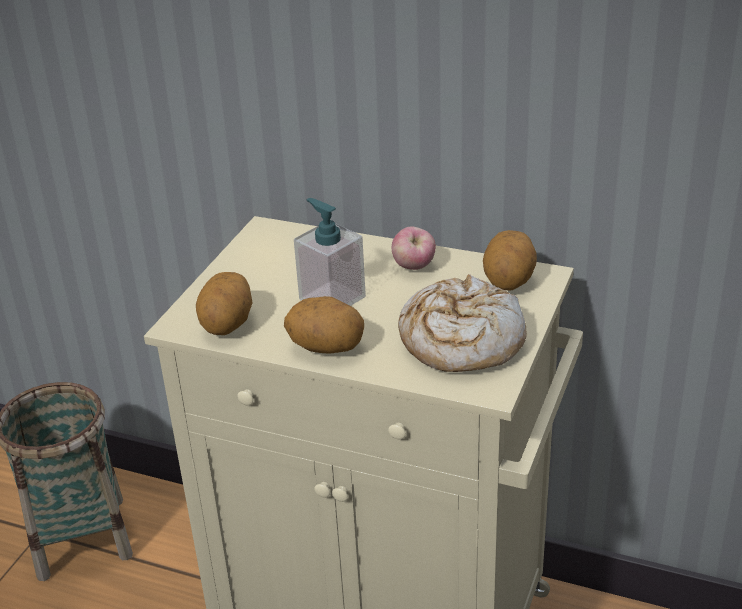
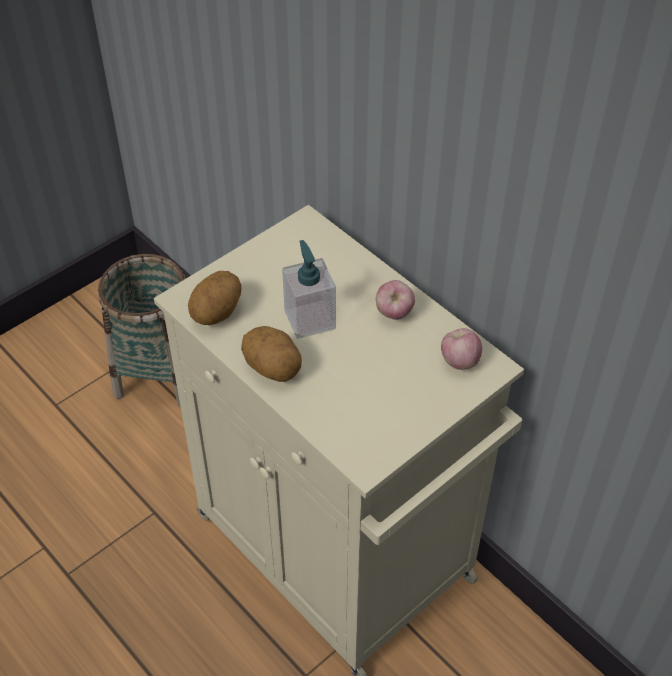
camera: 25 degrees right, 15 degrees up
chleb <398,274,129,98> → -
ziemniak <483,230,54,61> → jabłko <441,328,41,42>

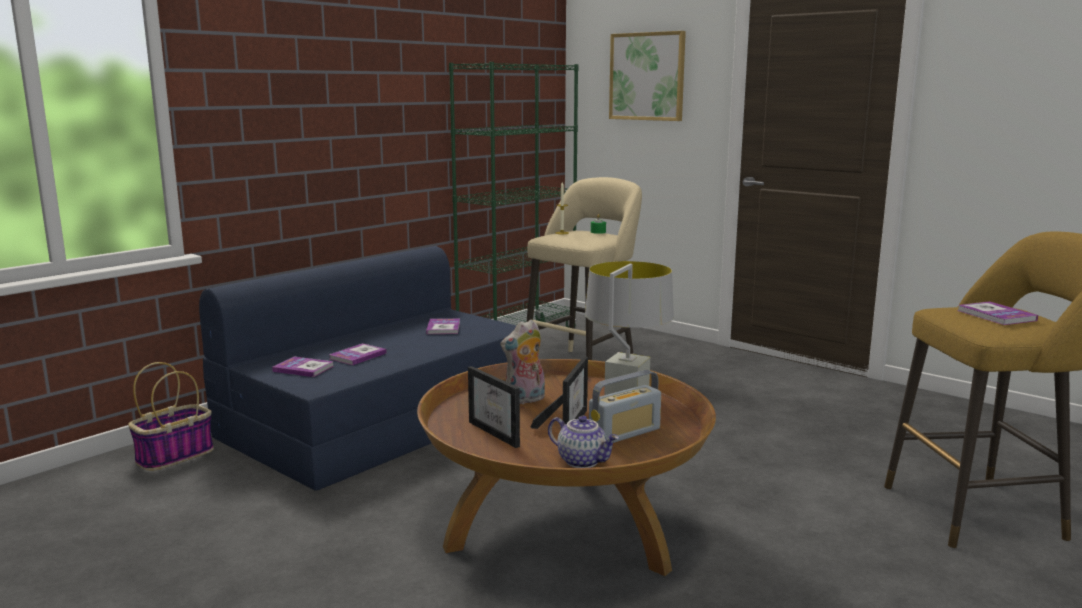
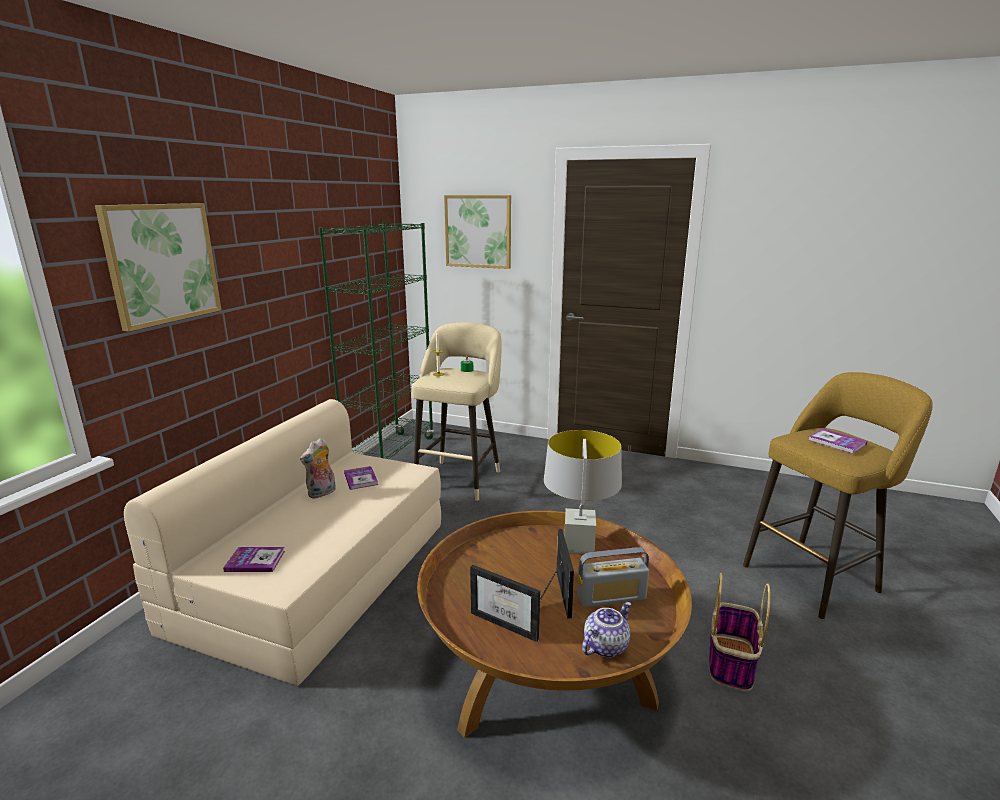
camera: 20 degrees left, 5 degrees up
koszyk <128,362,86,109> → koszyk <709,573,61,118>, moved
kanapa/niebieski <199,246,318,245> → kanapa/beżowy <124,399,317,287>
książka <329,343,58,22> → -
pluszak <500,319,45,85> → pluszak <300,438,36,61>, moved
imbryk <548,416,71,52> → imbryk <582,602,49,56>, 60 degrees counterclockwise
radio <589,370,72,73> → radio <577,547,72,60>, 45 degrees clockwise
- → obraz <95,203,126,129>

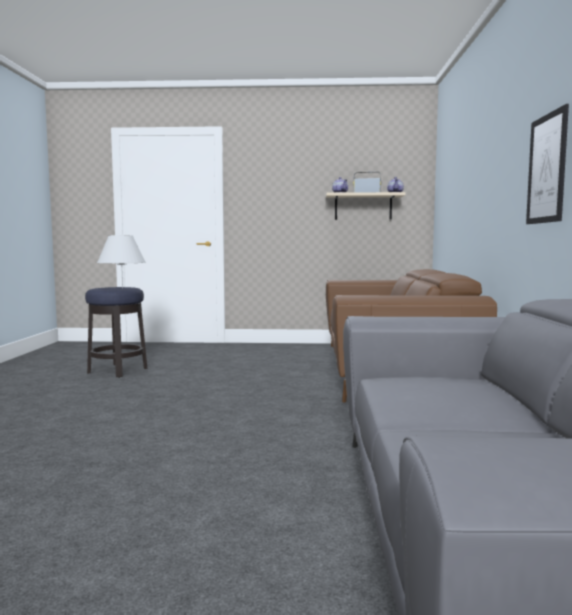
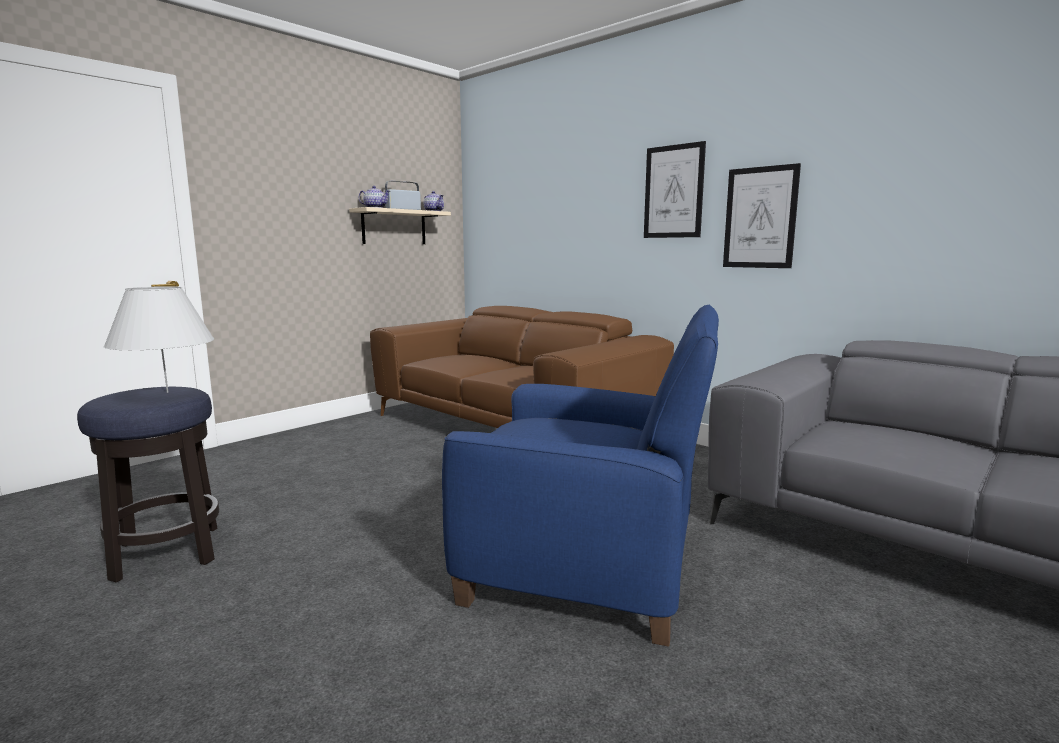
camera: 50 degrees left, 5 degrees up
- → fotel/niebieski <442,304,277,343>
- → obraz <644,141,62,97>

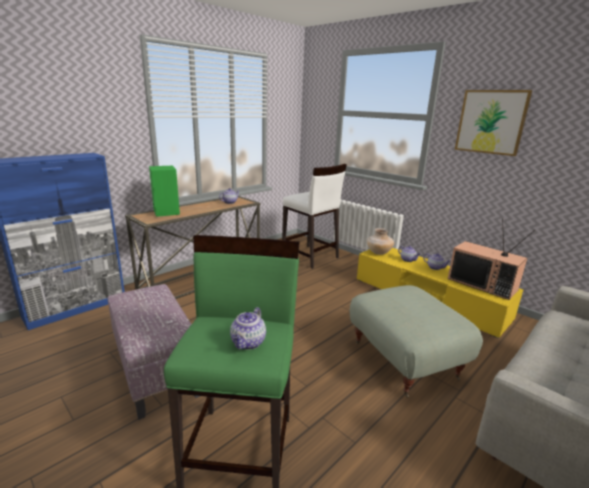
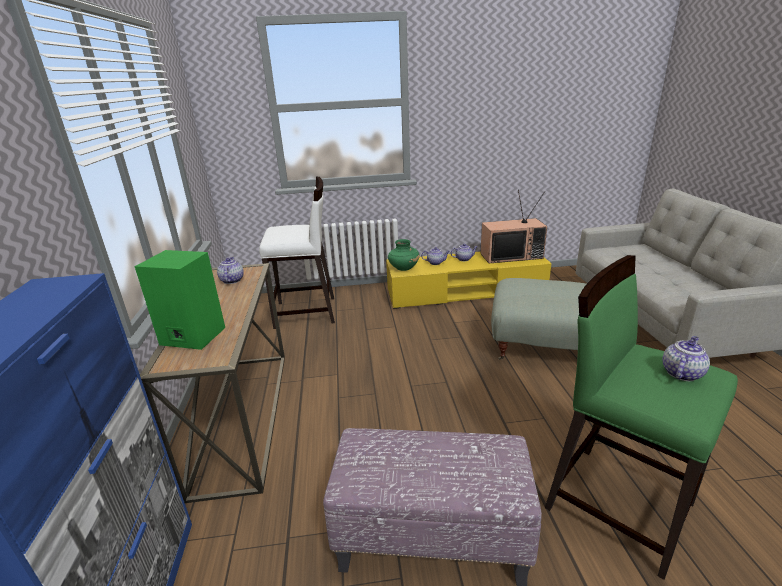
camera: 50 degrees left, 5 degrees up
imbryk <230,307,36,43> → imbryk <662,336,48,45>, 105 degrees counterclockwise
wazon/beżowy <367,228,27,27> → wazon/zielony <388,239,32,32>
obraz <455,90,78,66> → -

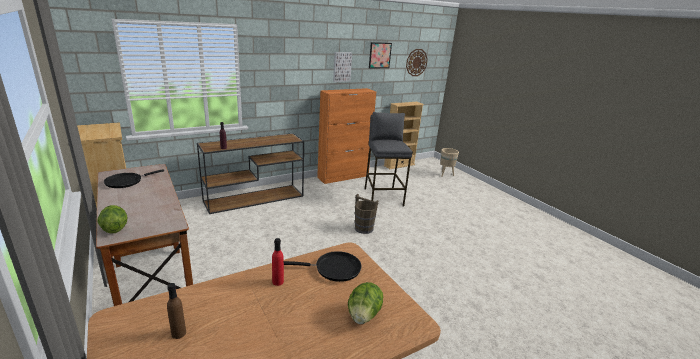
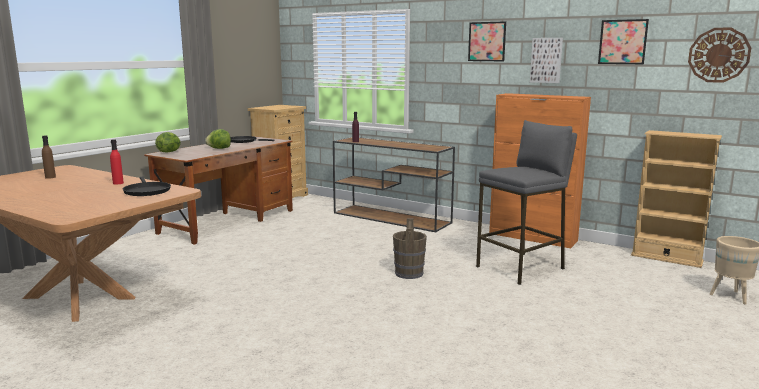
camera: 65 degrees right, 10 degrees down
sałata <348,282,35,42> → sałata <205,129,26,20>, moved
- → obraz <468,21,38,40>

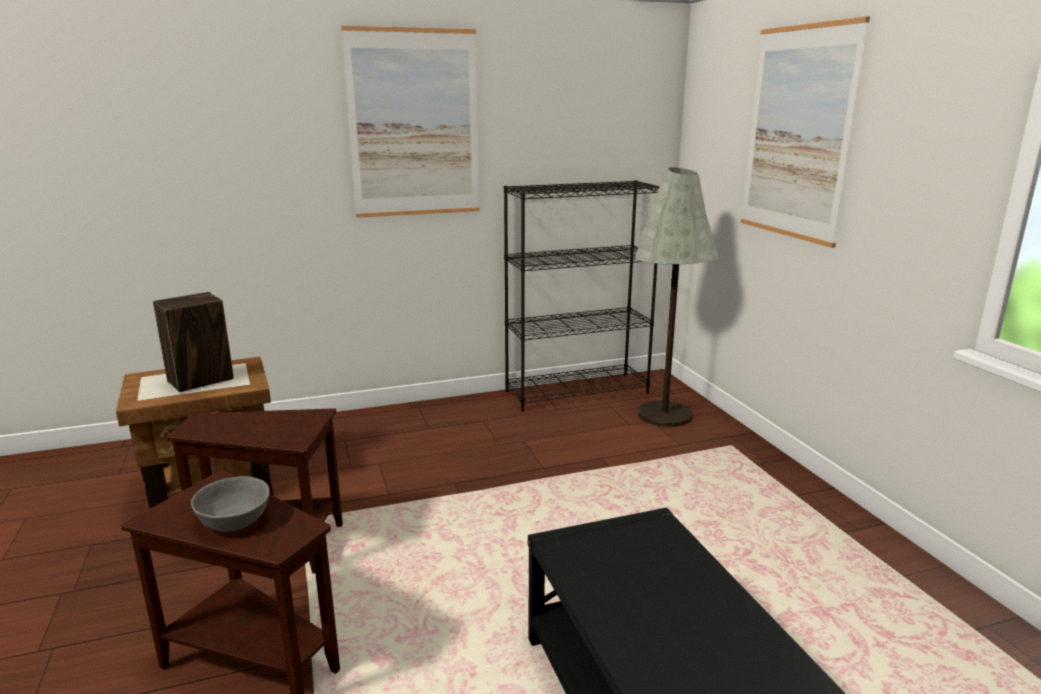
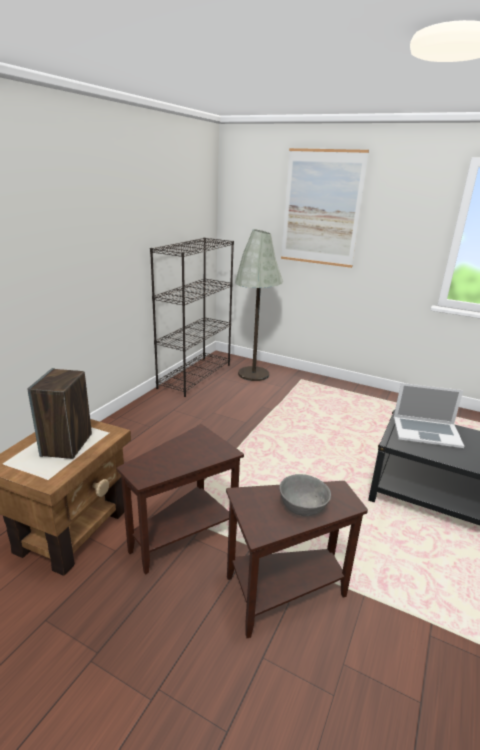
camera: 45 degrees left, 5 degrees up
obraz <341,26,138,192> → -
- → laptop <394,383,70,65>

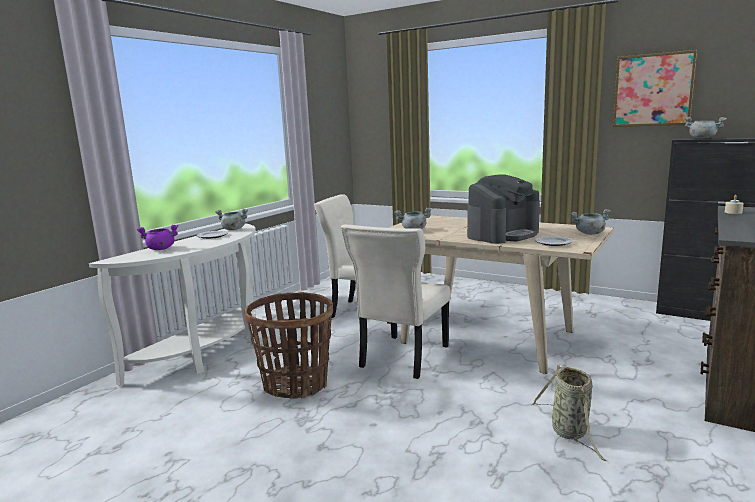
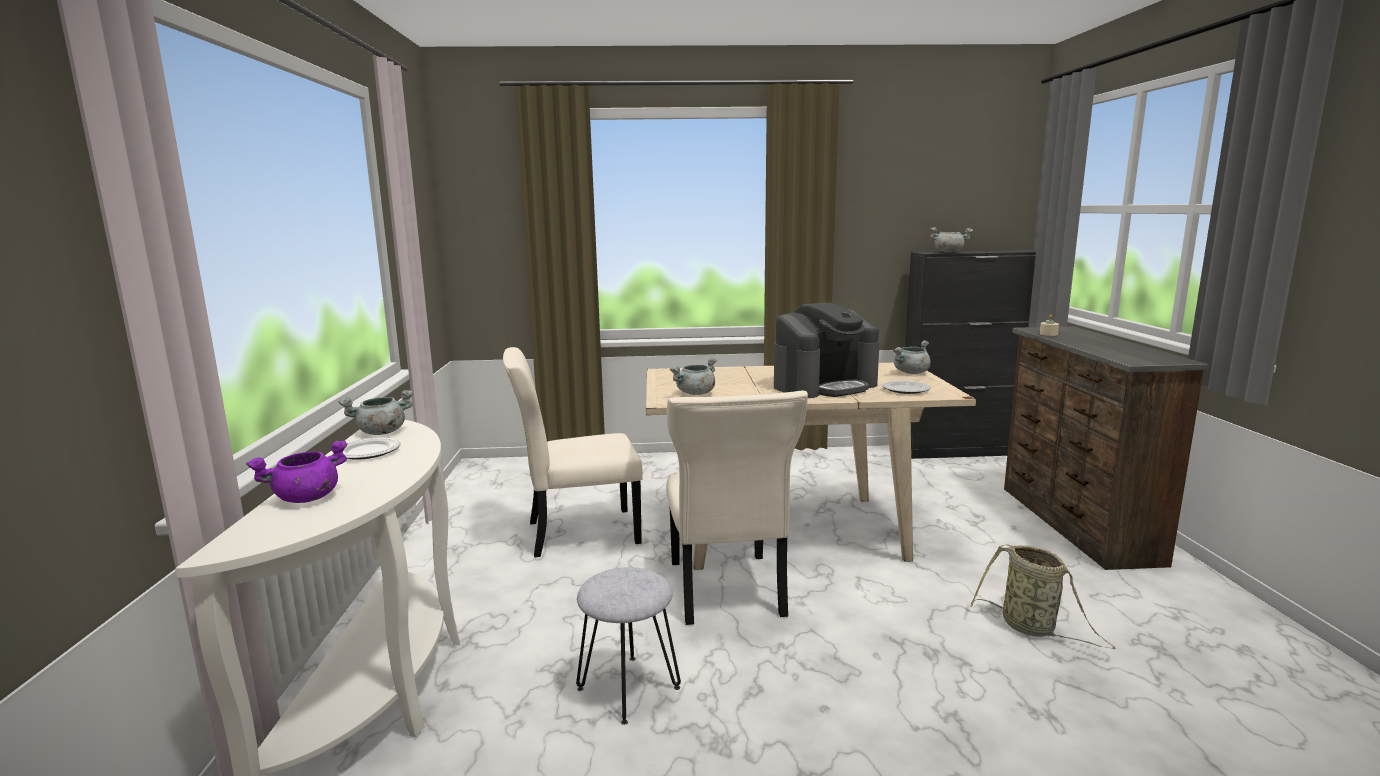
camera: 35 degrees left, 0 degrees up
koszyk <245,292,88,107> → stołek/szary <576,567,105,158>
ekspres do kawy <467,174,73,70> → ekspres do kawy <774,303,106,95>, 45 degrees clockwise
obraz <613,50,84,77> → -

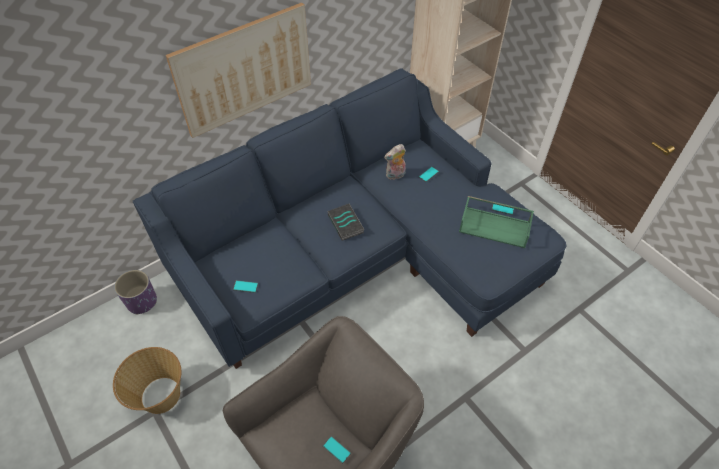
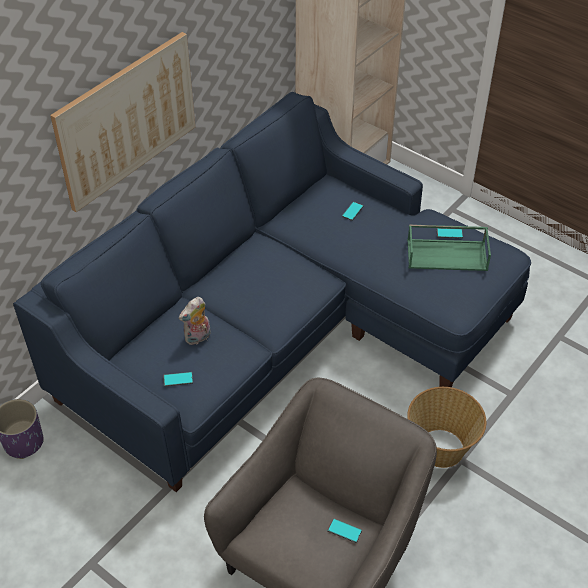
camera: 15 degrees left, 5 degrees down
koszyk <113,347,68,67> → koszyk <407,387,79,81>, moved
książka <328,204,36,37> → -
pluszak <384,144,22,36> → pluszak <179,297,32,48>, moved

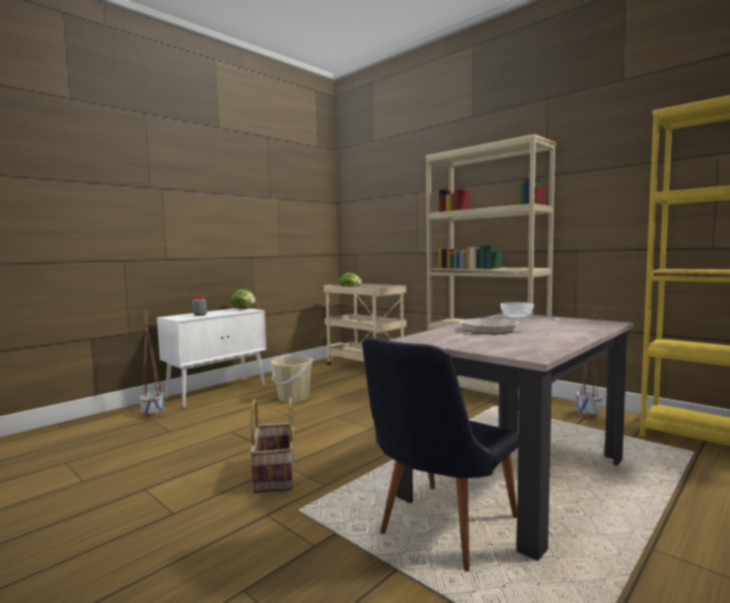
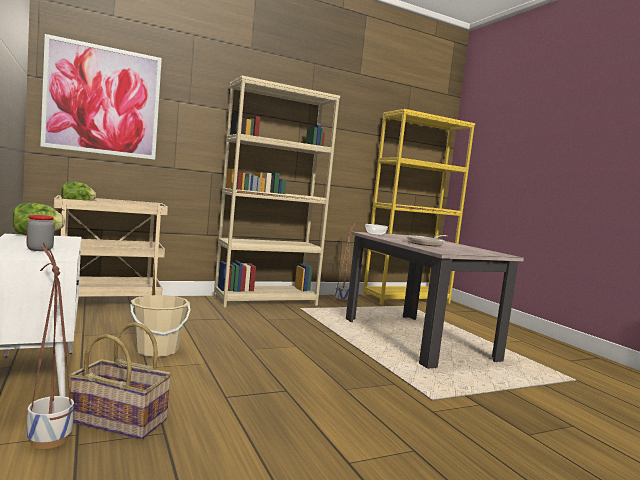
camera: 70 degrees left, 0 degrees up
koszyk <250,397,44,96> → koszyk <69,322,103,117>, moved
krzesło/czarny <362,338,156,234> → -
- → obraz <41,34,121,126>

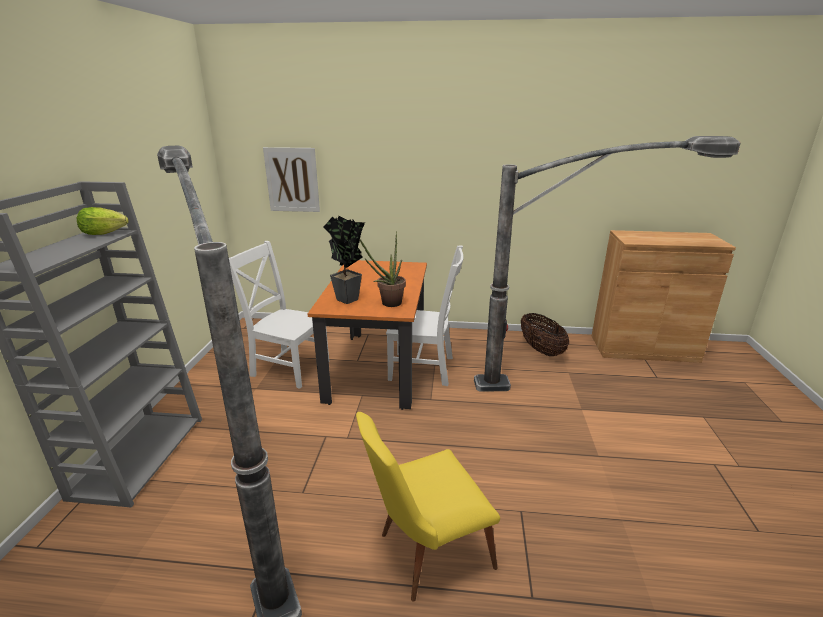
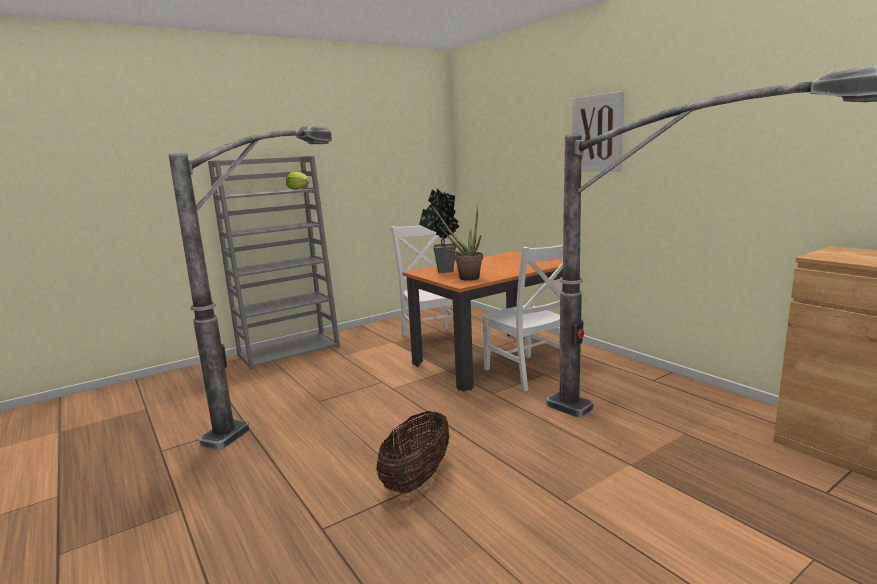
camera: 50 degrees right, 10 degrees down
obraz <263,147,57,65> → obraz <572,91,52,80>, moved
krzesło/żółty <356,412,144,190> → -
koszyk <521,313,48,43> → koszyk <376,411,74,82>, moved

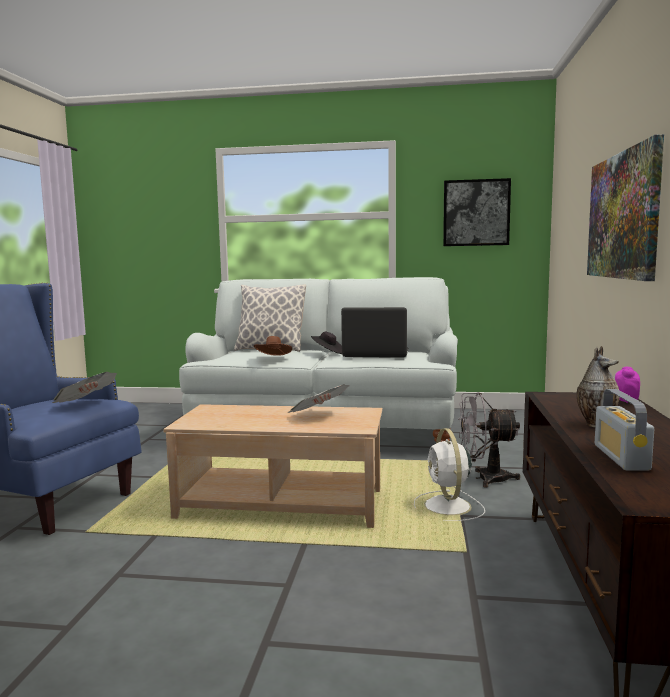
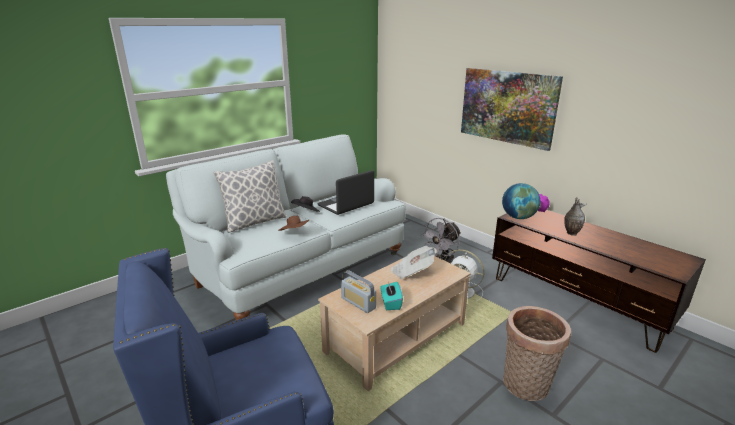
camera: 50 degrees left, 15 degrees up
gazeta <52,372,65,31> → -
obraz <443,178,68,68> → -
radio <595,389,59,82> → radio <341,270,35,43>, moved
- → pudełko chusteczek/turkusowy <381,282,22,28>
- → globus <502,183,38,36>
- → koszyk <503,306,68,95>

